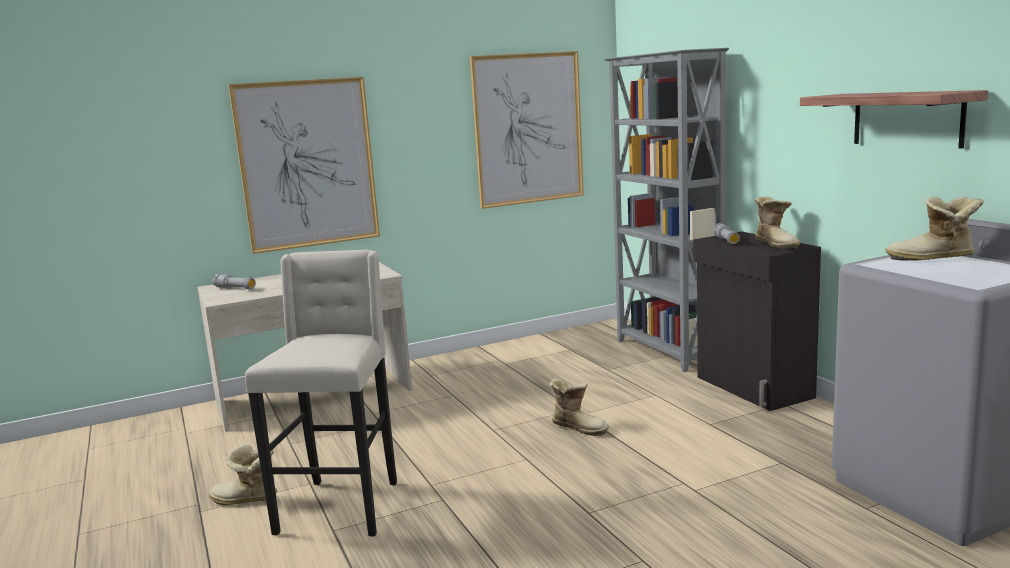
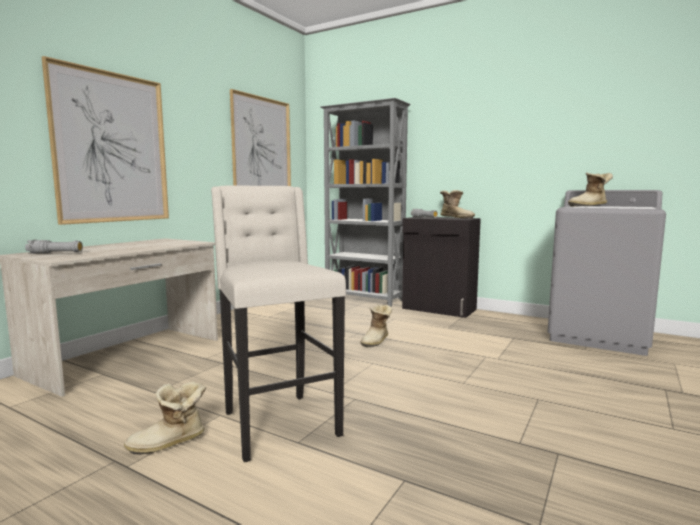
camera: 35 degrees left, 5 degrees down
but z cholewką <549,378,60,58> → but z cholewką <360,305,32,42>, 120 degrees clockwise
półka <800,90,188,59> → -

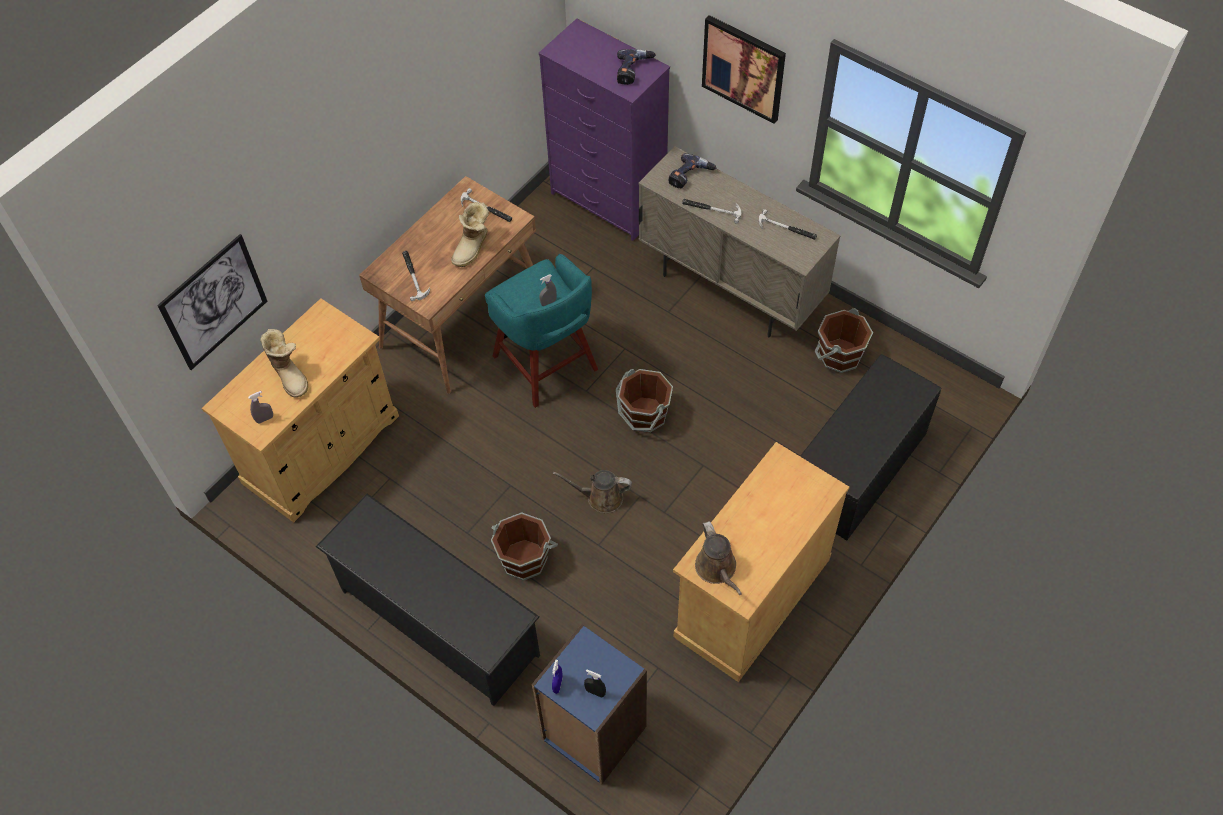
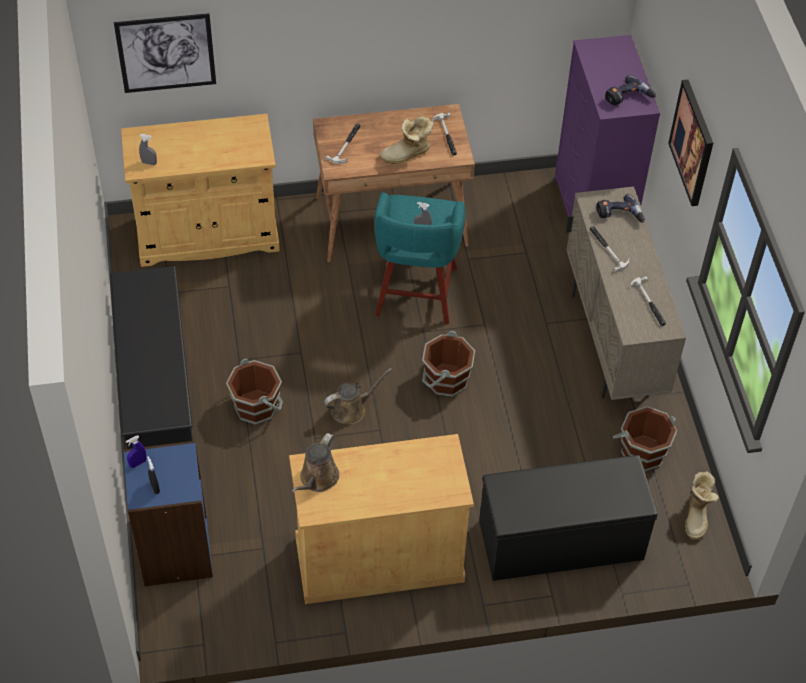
camera: 40 degrees right, 5 degrees down
but z cholewką <260,329,48,69> → but z cholewką <685,471,34,68>, moved
konewka/brązowy <553,470,79,43> → konewka/brązowy <324,368,68,56>, 105 degrees clockwise

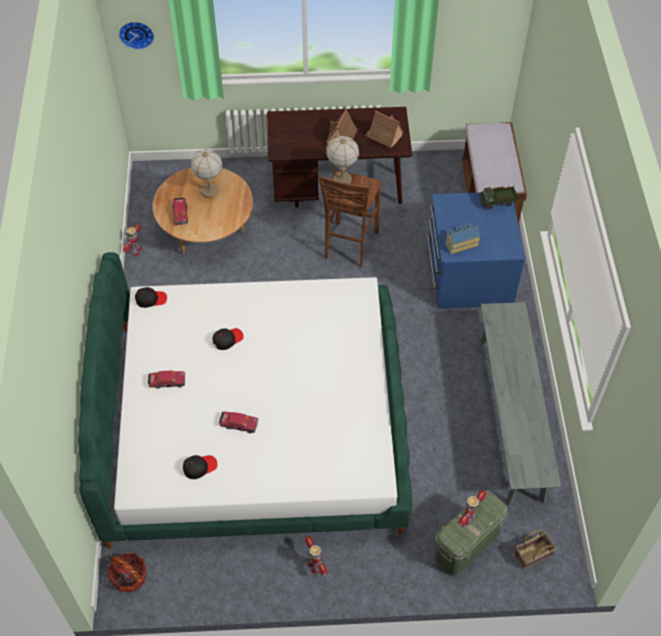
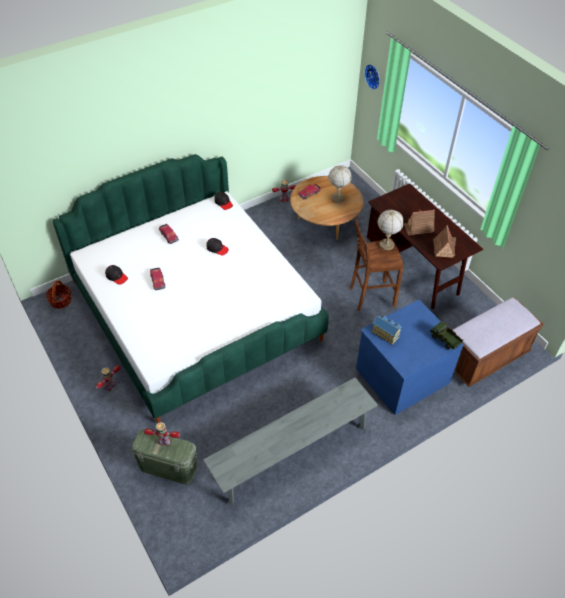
camera: 60 degrees right, 5 degrees down
koszyk <514,530,42,40> → -

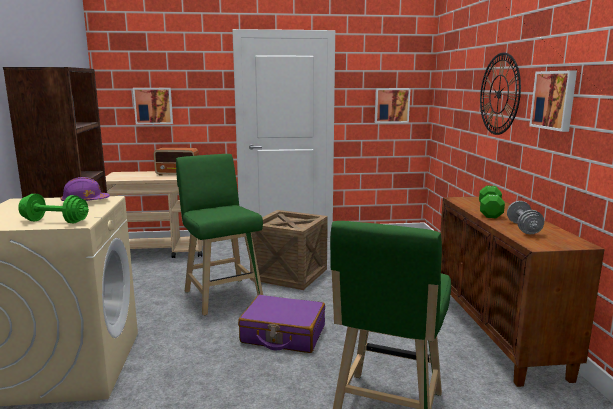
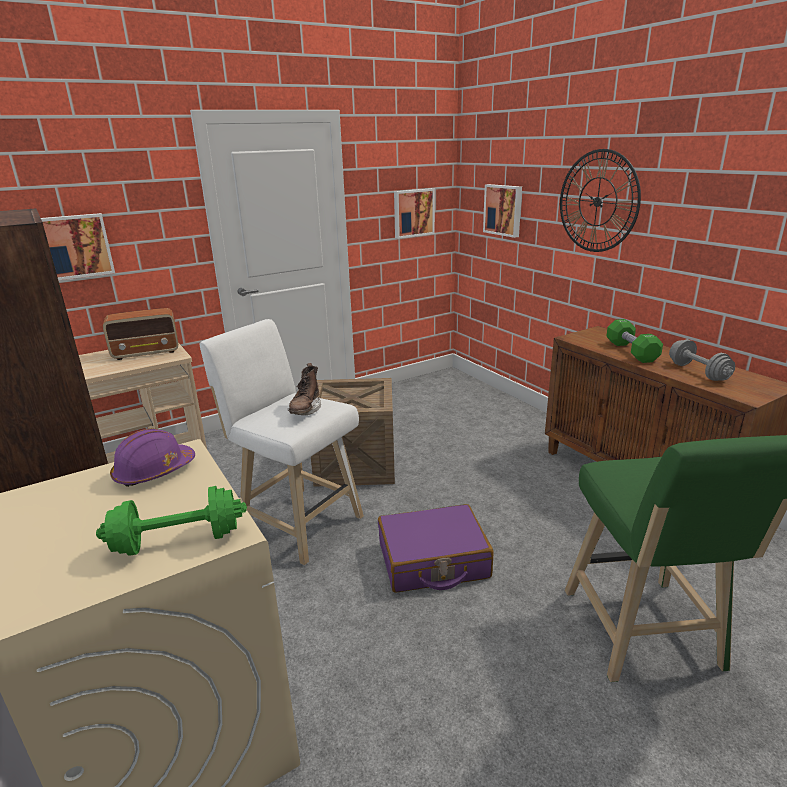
camera: 25 degrees left, 10 degrees up
stołek/zielony <176,154,87,162> → stołek/biały <200,319,164,247>
obraz <529,71,48,61> → obraz <483,184,39,54>, moved
- → but z cholewką/brązowy <287,363,34,52>

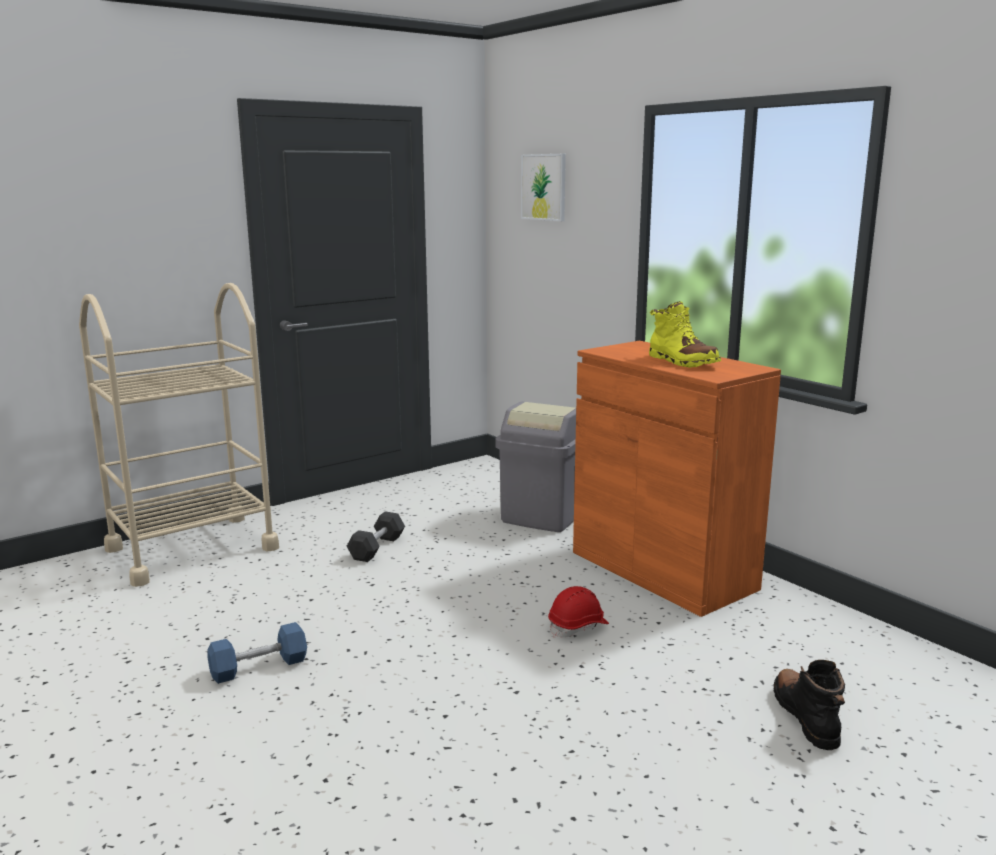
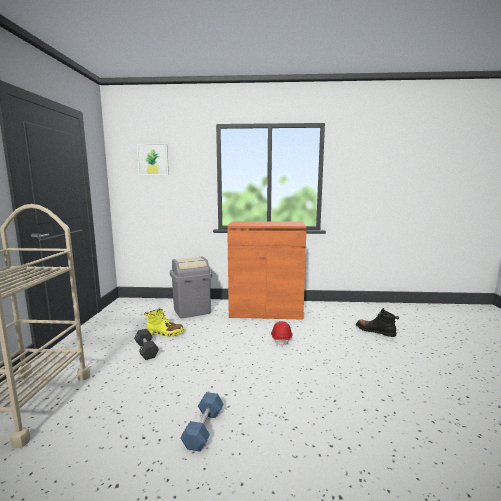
camera: 50 degrees left, 5 degrees down
but z cholewką/żółty <649,301,72,67> → but z cholewką/żółty <144,308,41,28>, moved

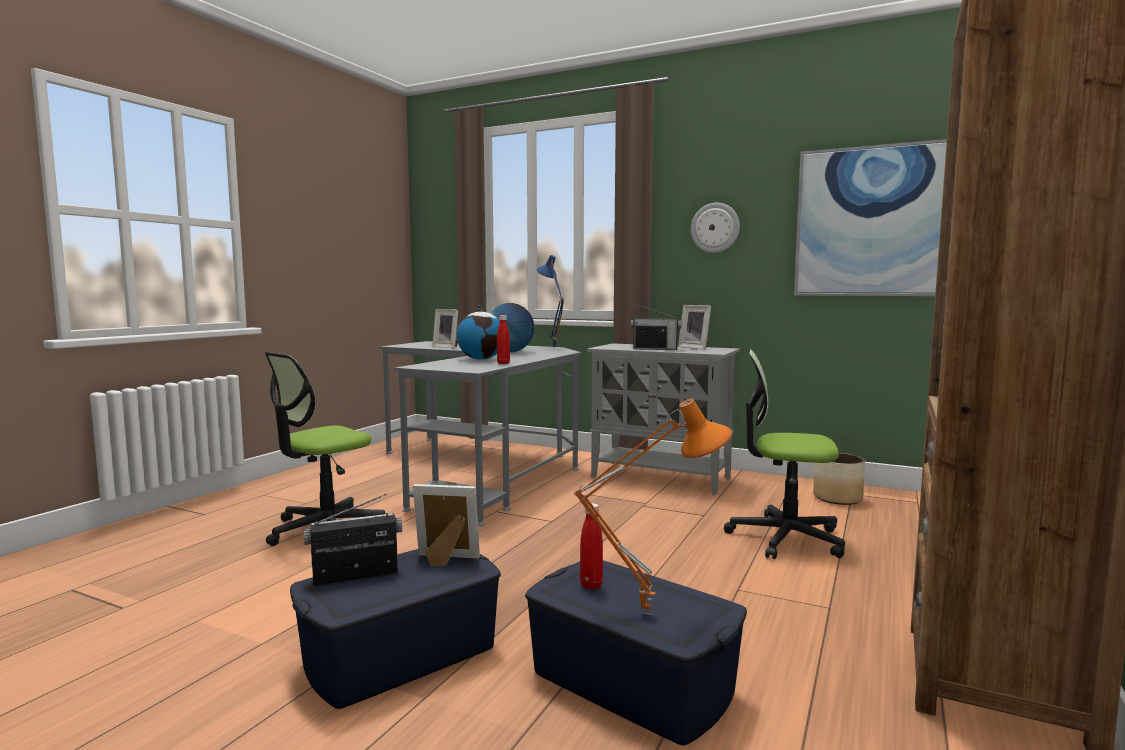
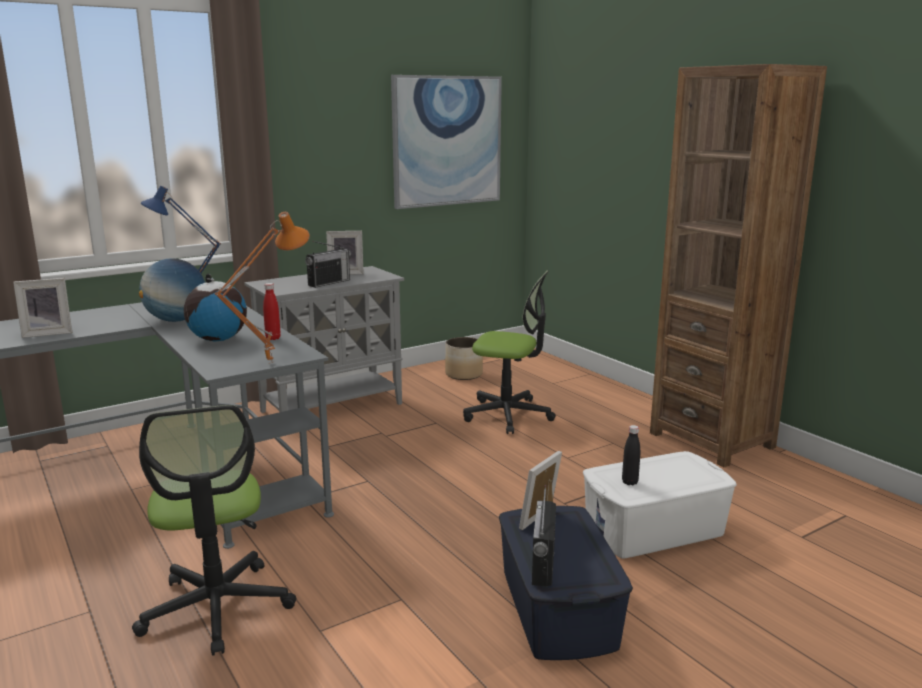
camera: 60 degrees left, 10 degrees up
pojemnik do przechowywania/niebieski <525,561,222,185> → pojemnik do przechowywania/biały <583,451,154,107>
lampa stołowa/pomarańczowy <574,399,158,216> → lampa stołowa/pomarańczowy <215,212,95,152>, moved
butelka/czerwony <580,503,23,87> → butelka/czarny <622,425,18,61>
zegar ścienny <691,203,49,50> → -
krzesło biurowe <724,350,121,209> → krzesło biurowe <463,270,93,164>, 120 degrees counterclockwise

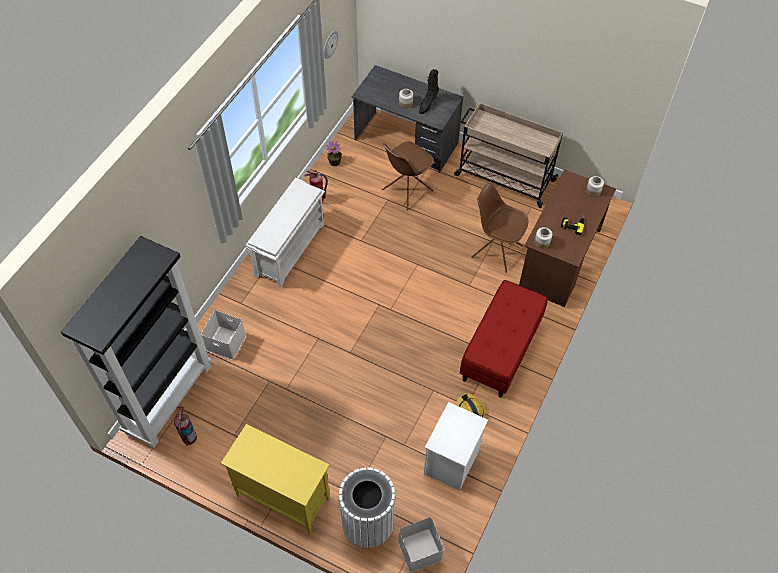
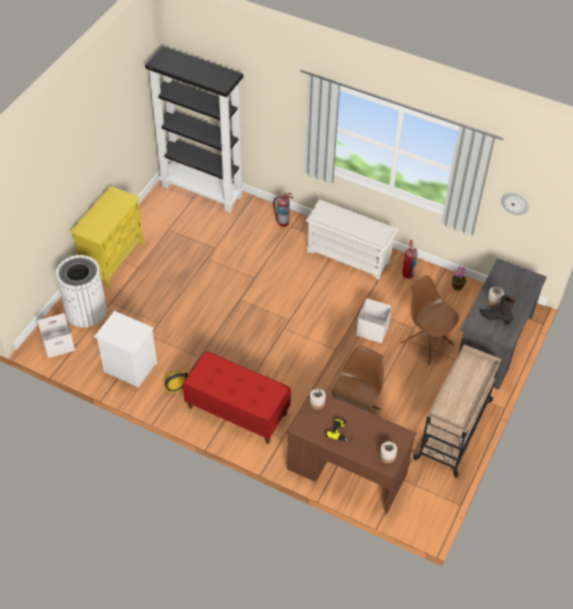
camera: 90 degrees right, 5 degrees down
gaśnica <174,406,23,40> → gaśnica <273,193,21,34>, moved
pojemnik do przechowywania/biały <201,310,45,50> → pojemnik do przechowywania/biały <356,299,36,44>, moved

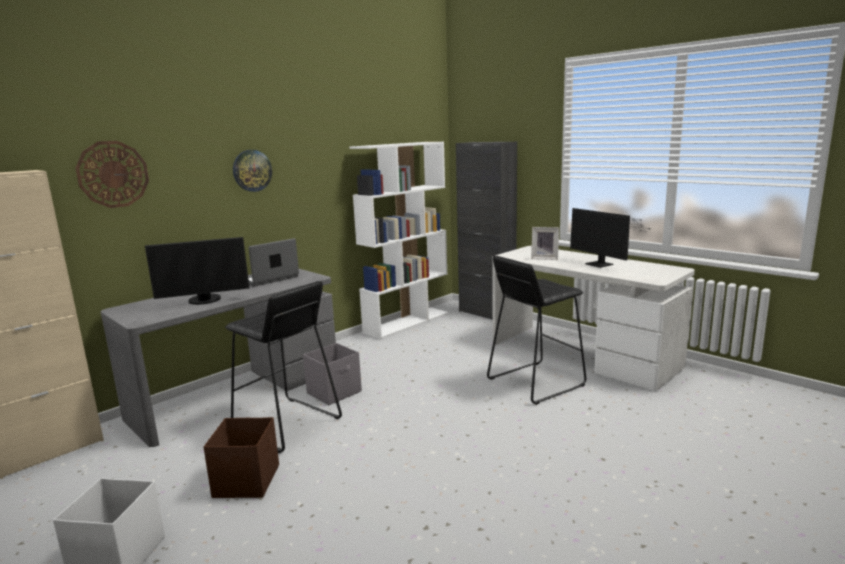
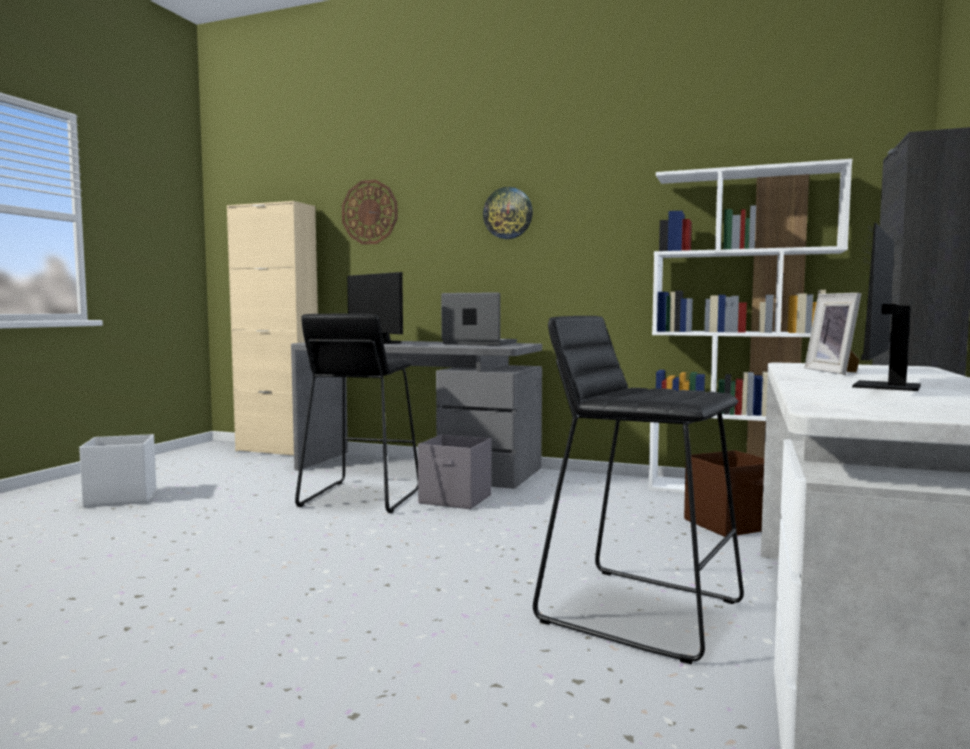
camera: 65 degrees right, 10 degrees down
pojemnik do przechowywania/brązowy <203,417,76,81> → pojemnik do przechowywania/brązowy <684,450,80,87>, moved

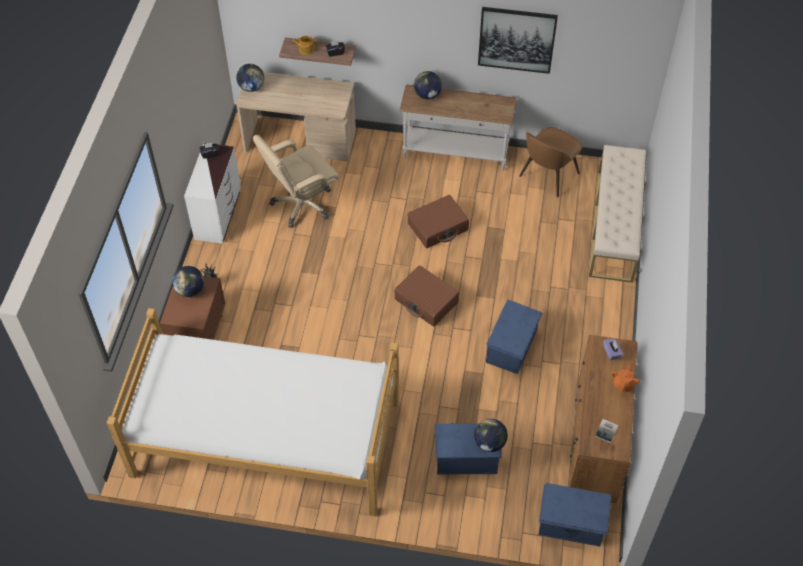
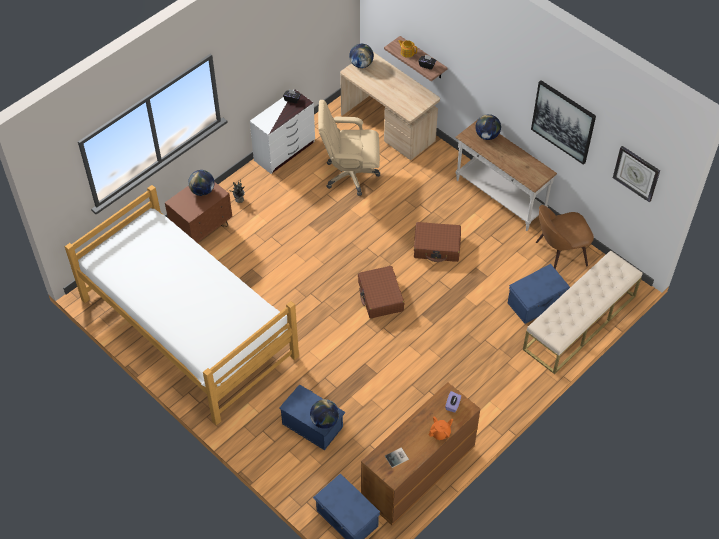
camera: 35 degrees right, 0 degrees up
pojemnik do przechowywania/niebieski <486,299,57,75> → pojemnik do przechowywania/niebieski <508,264,62,60>, moved
- → zegar ścienny <613,146,47,57>

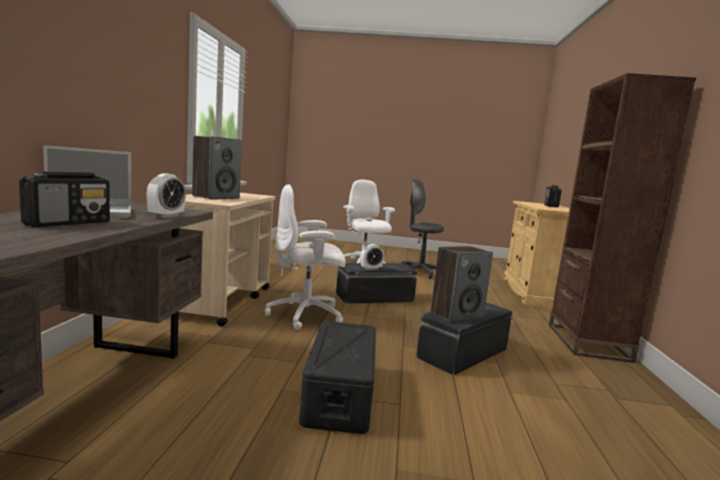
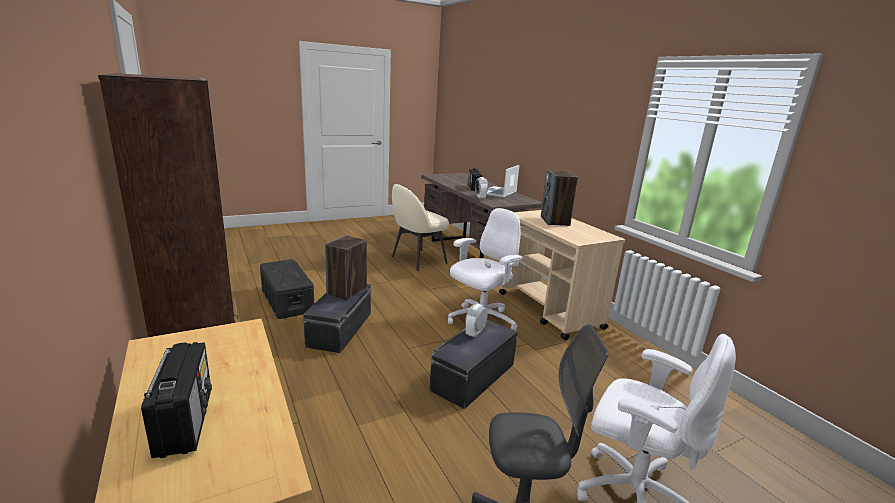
camera: 145 degrees right, 10 degrees up
pojemnik do przechowywania/czarny <299,321,77,113> → pojemnik do przechowywania/czarny <260,259,54,60>, moved
- → krzesło/beżowy <392,184,57,87>

